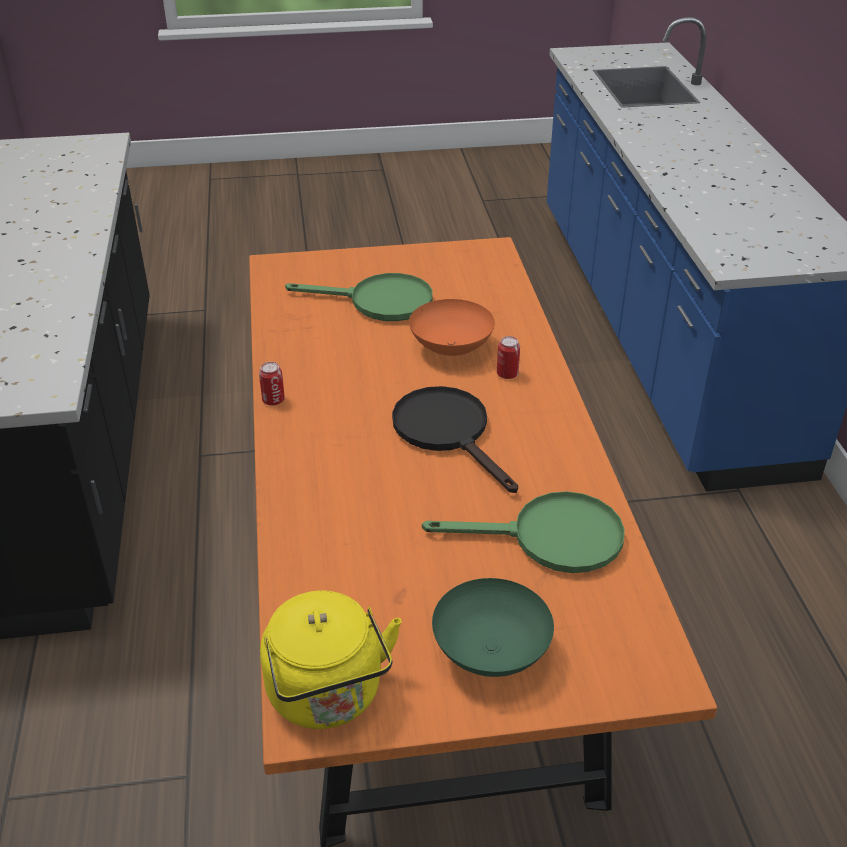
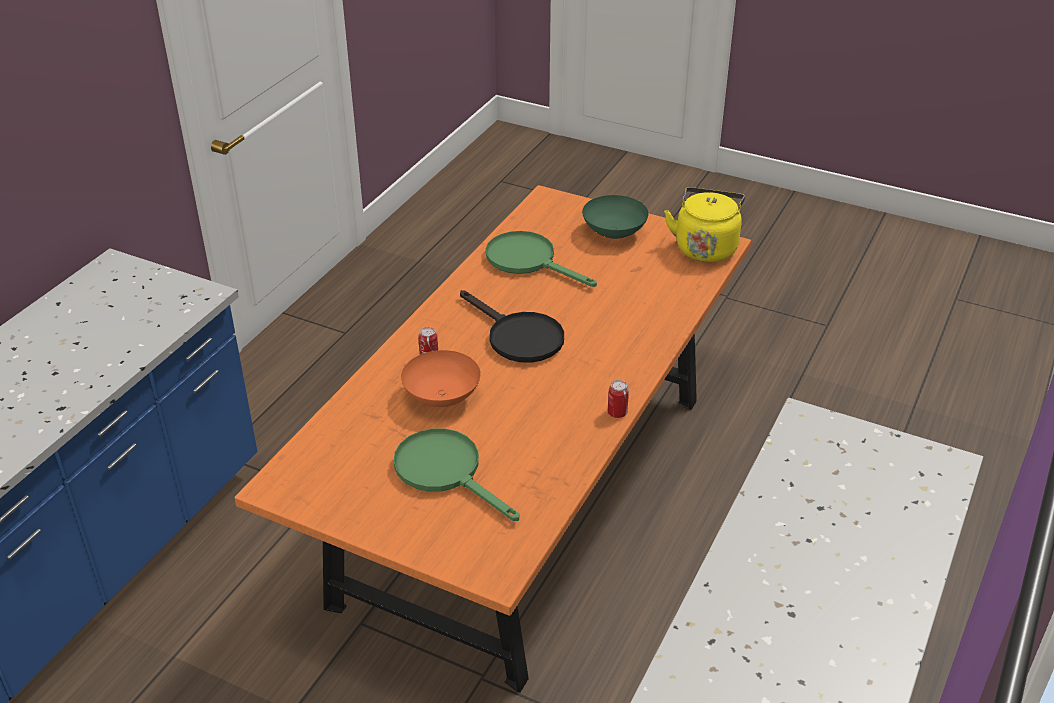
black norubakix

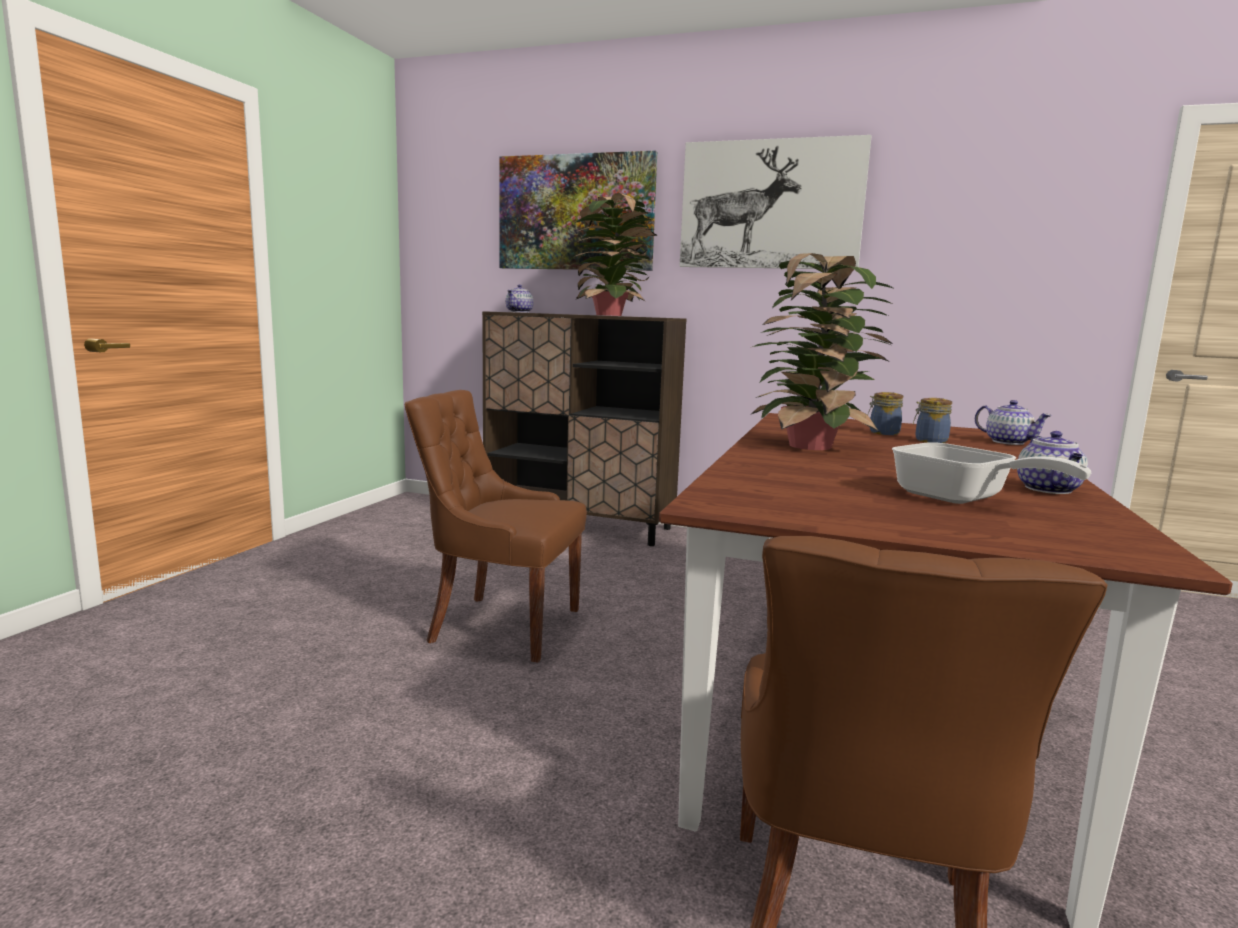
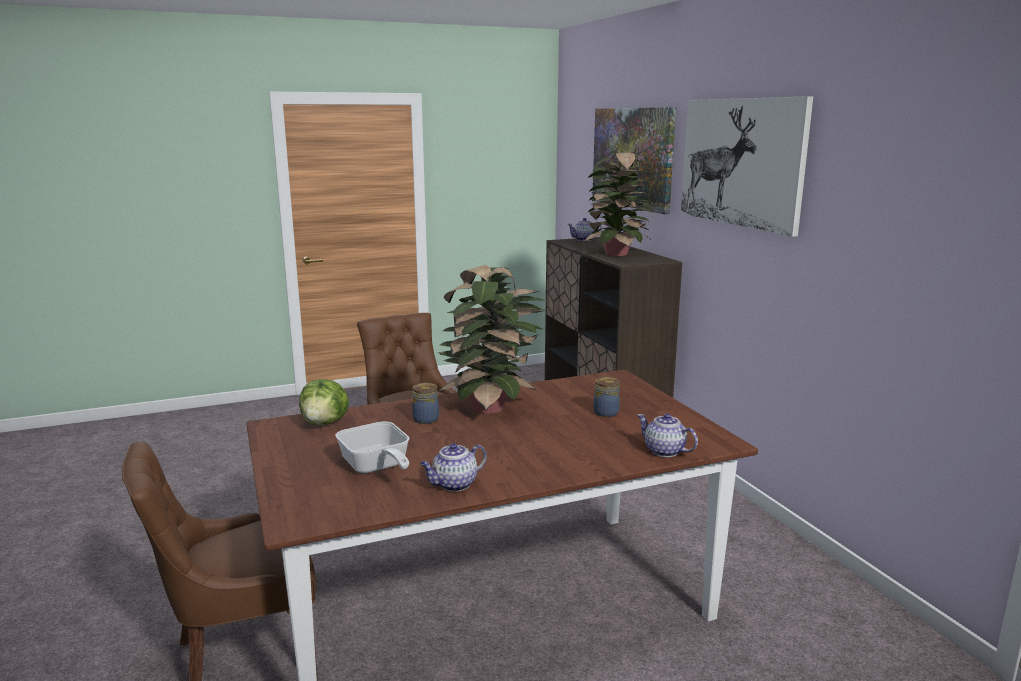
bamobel
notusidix (no. 1 from left)
norubakix
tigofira (no. 3 from left)

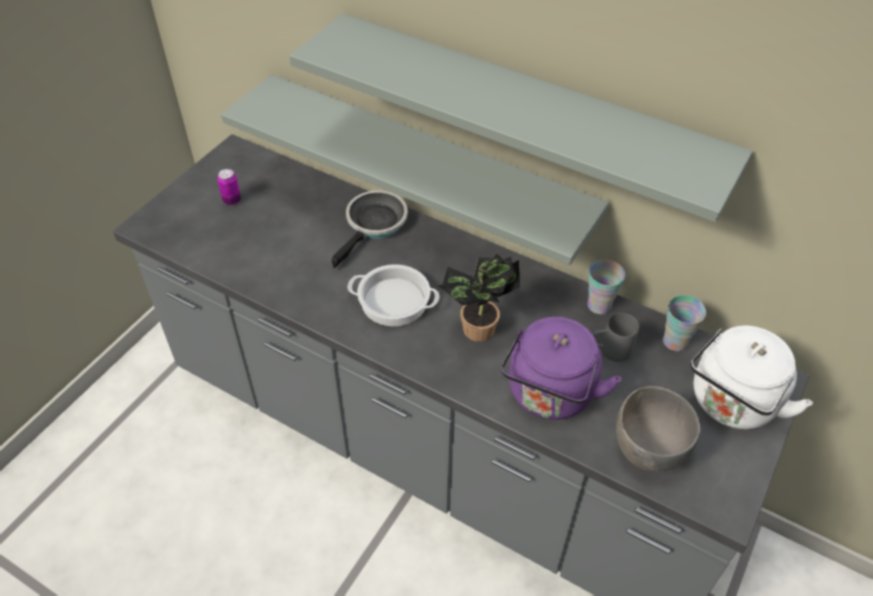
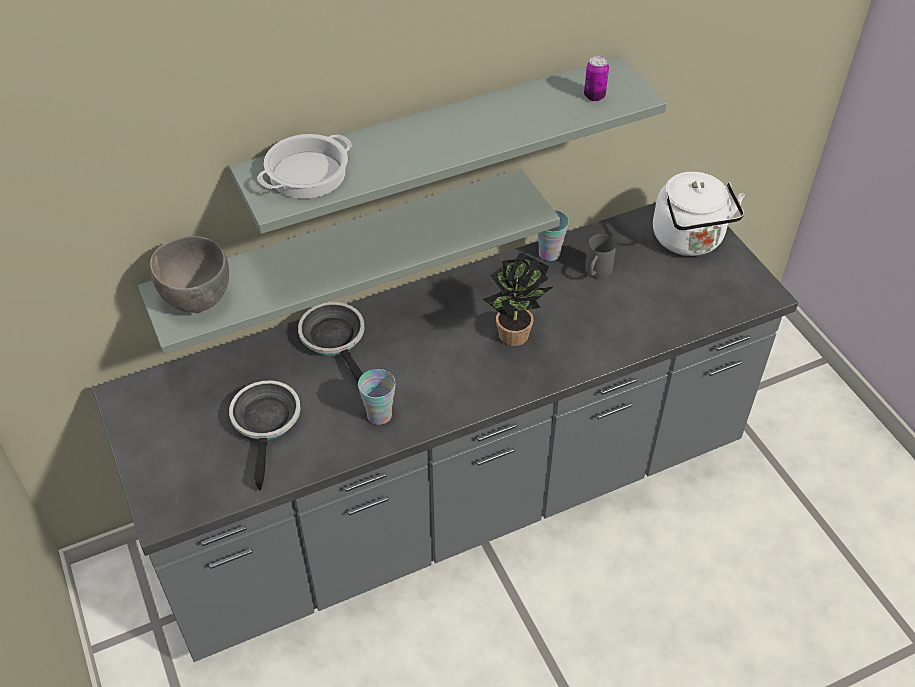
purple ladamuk
norubakix (no. 1 from left)
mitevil
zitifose
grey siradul
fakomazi (no. 1 from left)

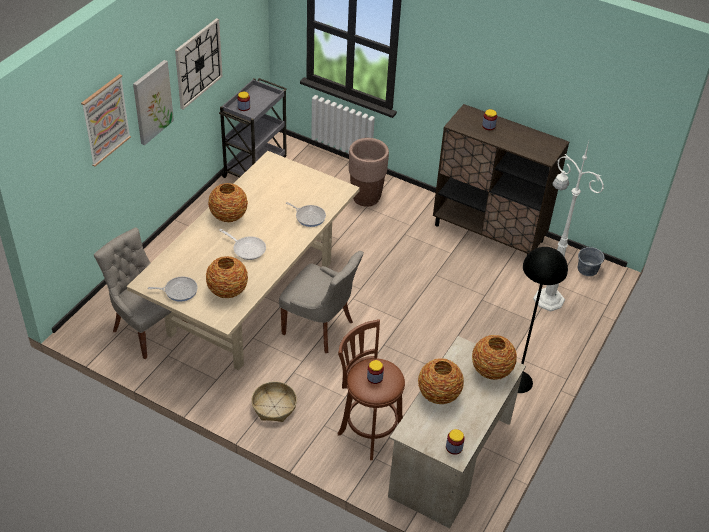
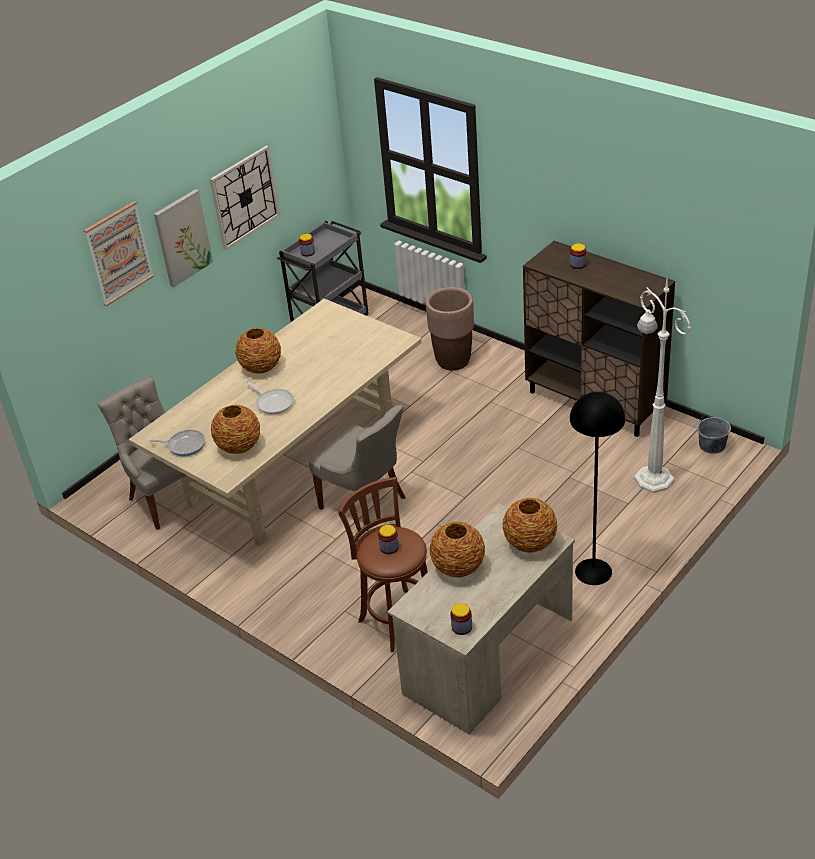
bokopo
norubakix (no. 3 from left in the first image)

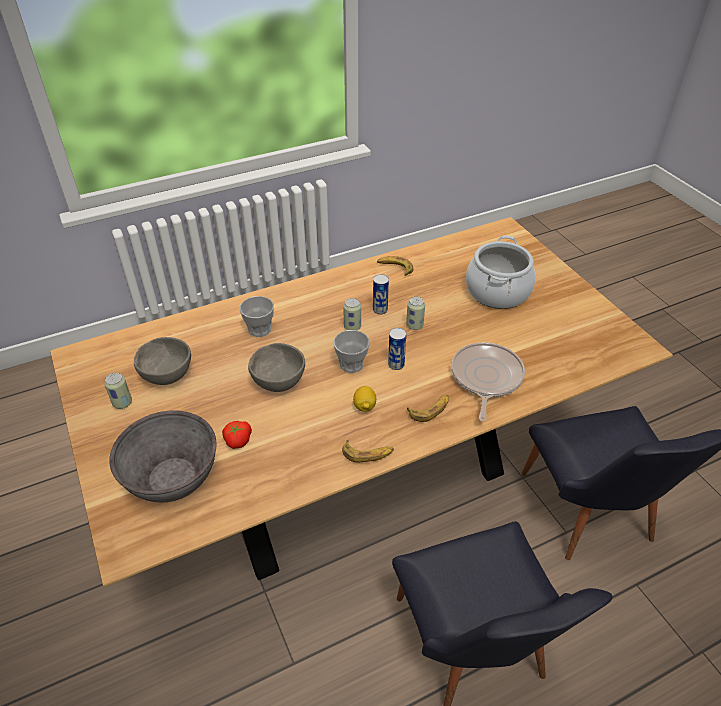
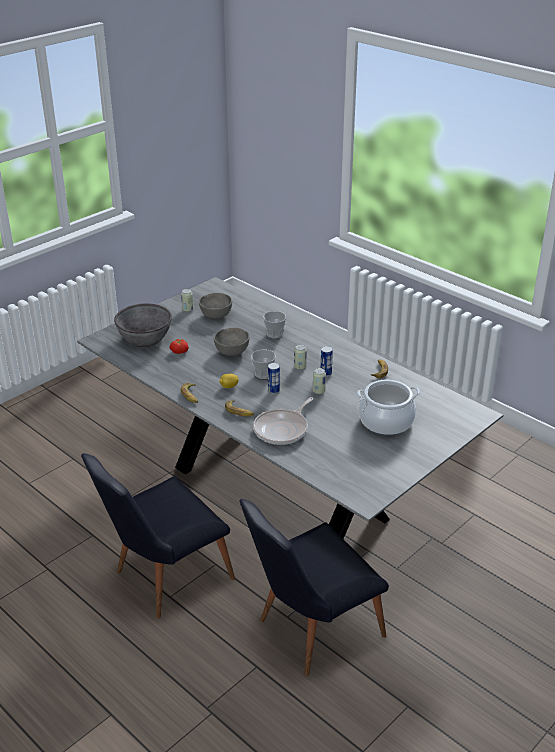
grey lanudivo
norubakix

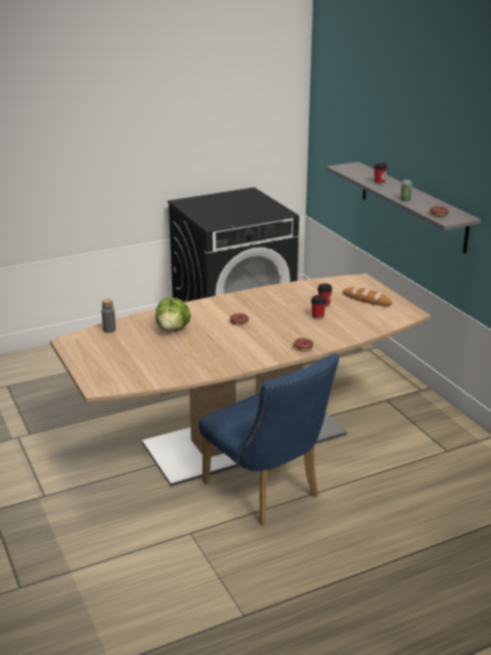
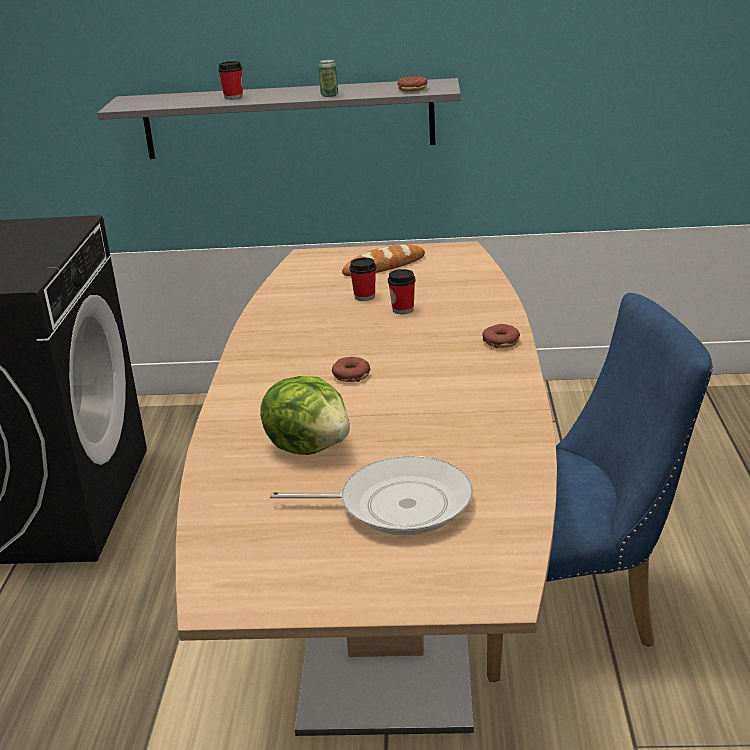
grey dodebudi
norubakix

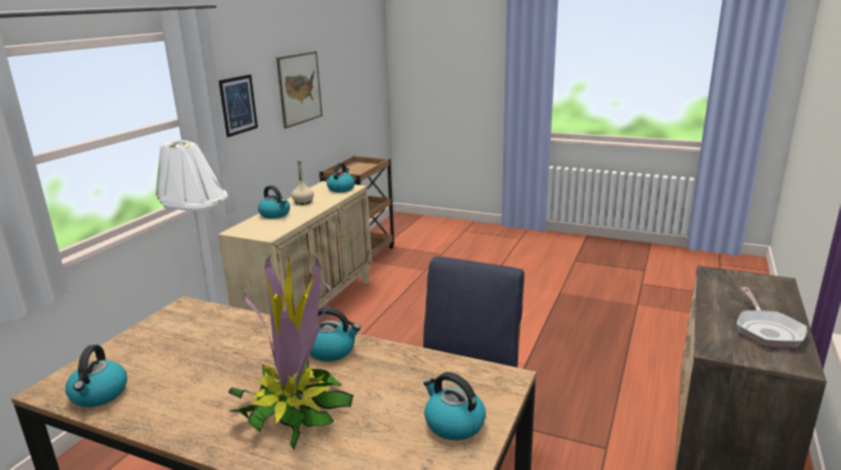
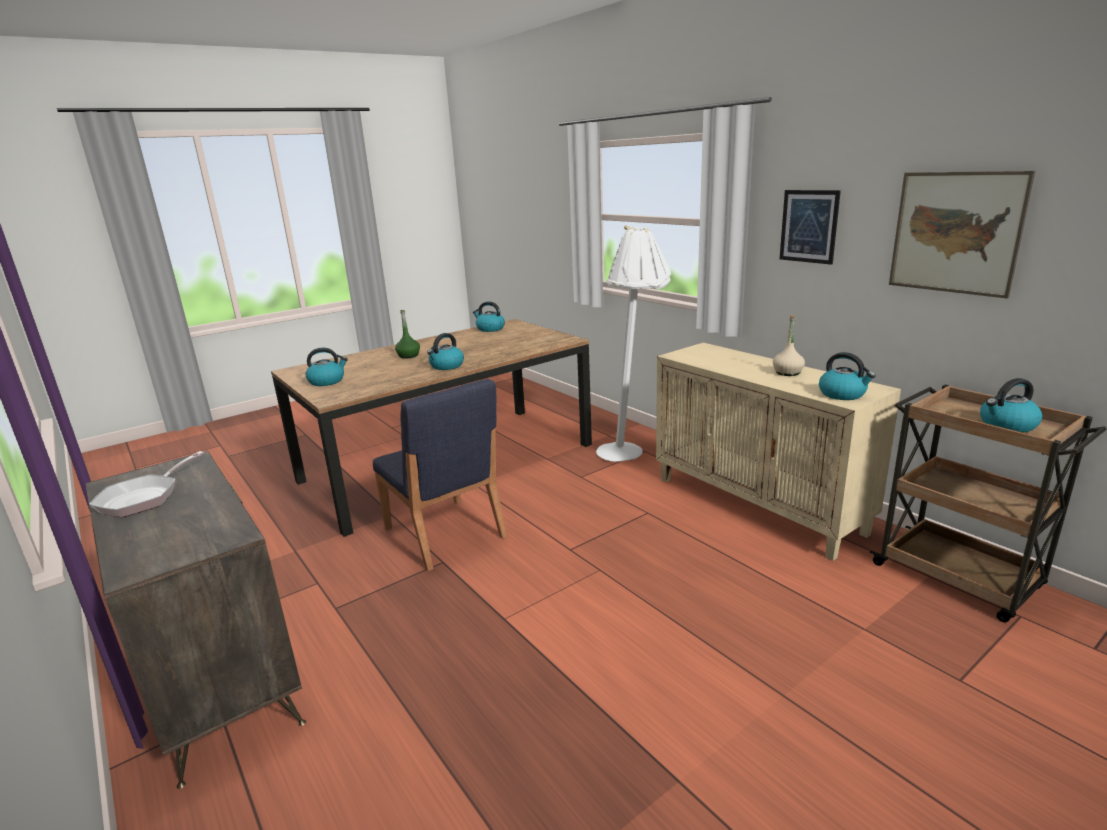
ladamuk (no. 5 from left)
green dodebudi
norubakix

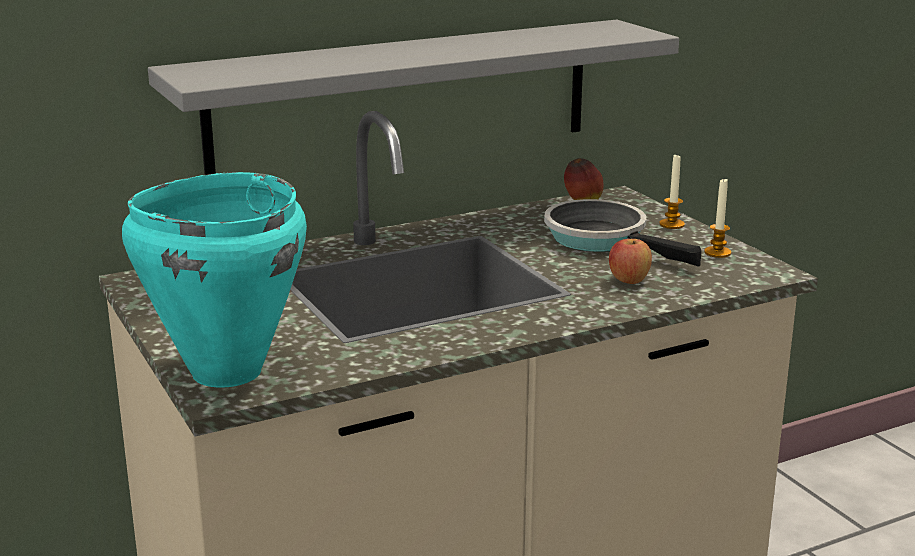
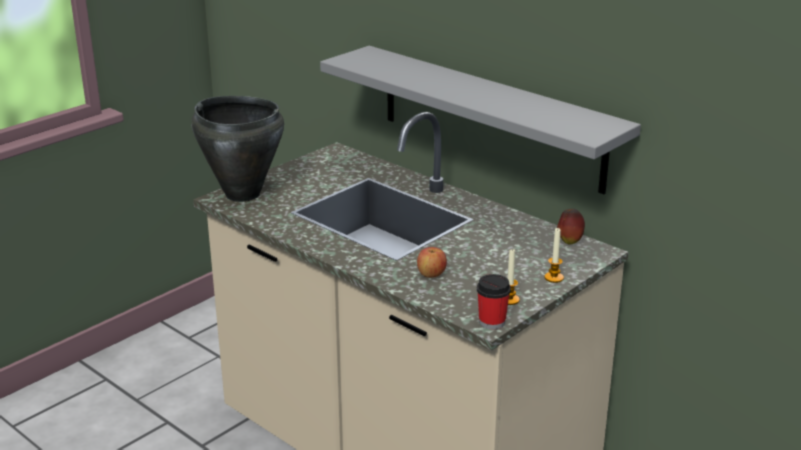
norubakix
fakomazi
black zitifose

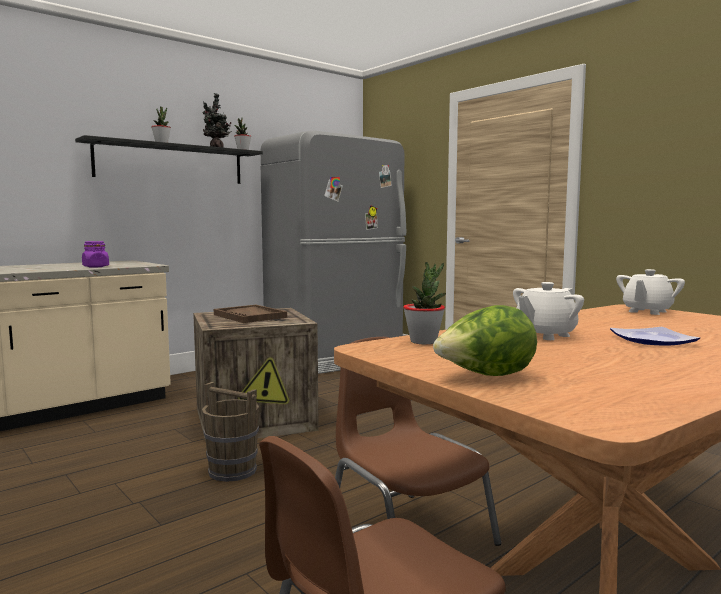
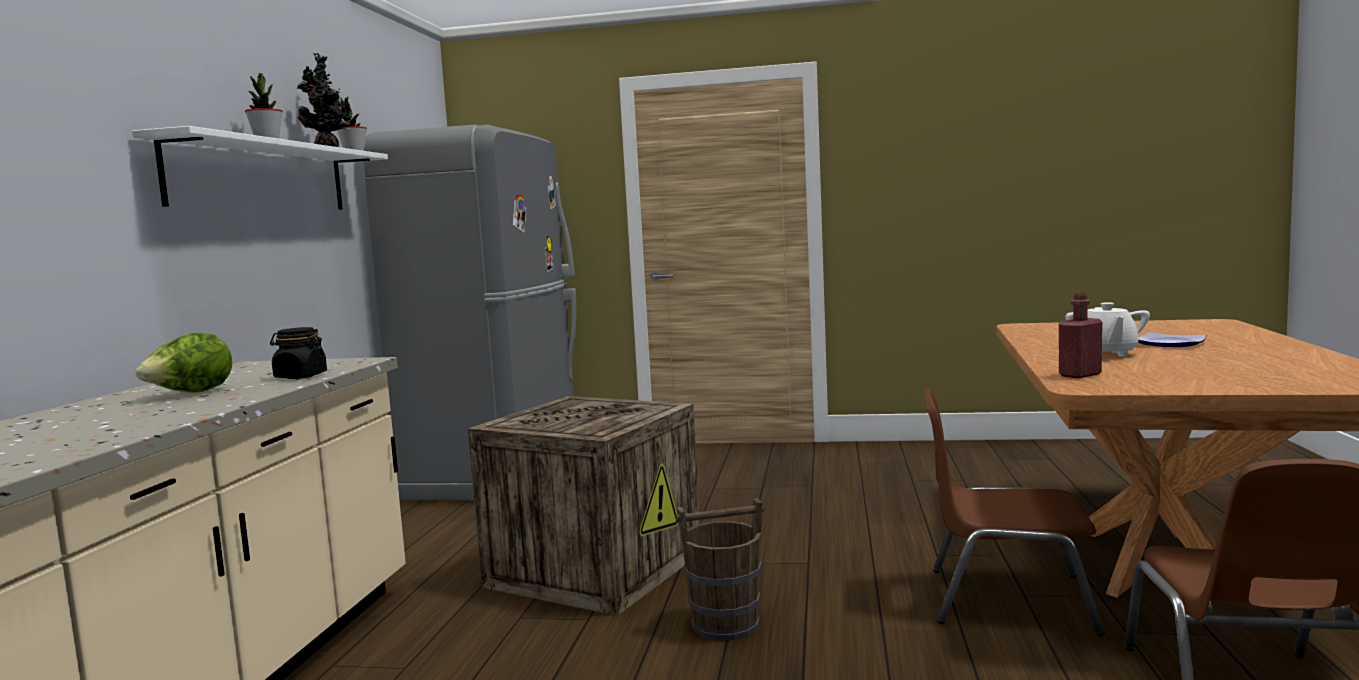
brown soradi
white tigofira (no. 2 from left in the first image)
bamobel
red dodebudi
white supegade
black notusidix

